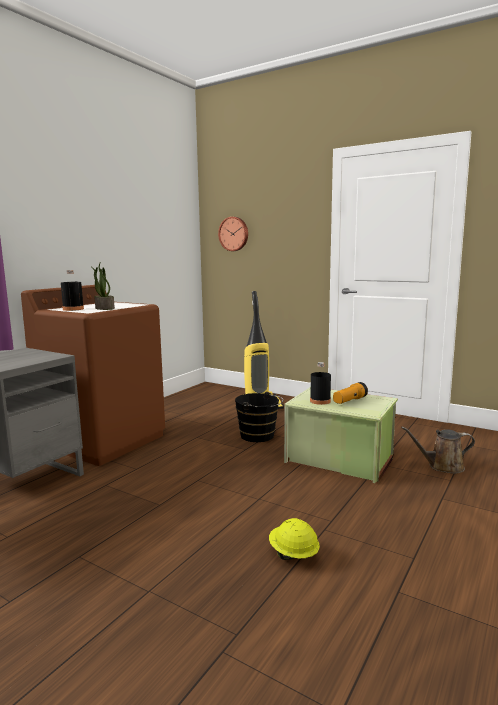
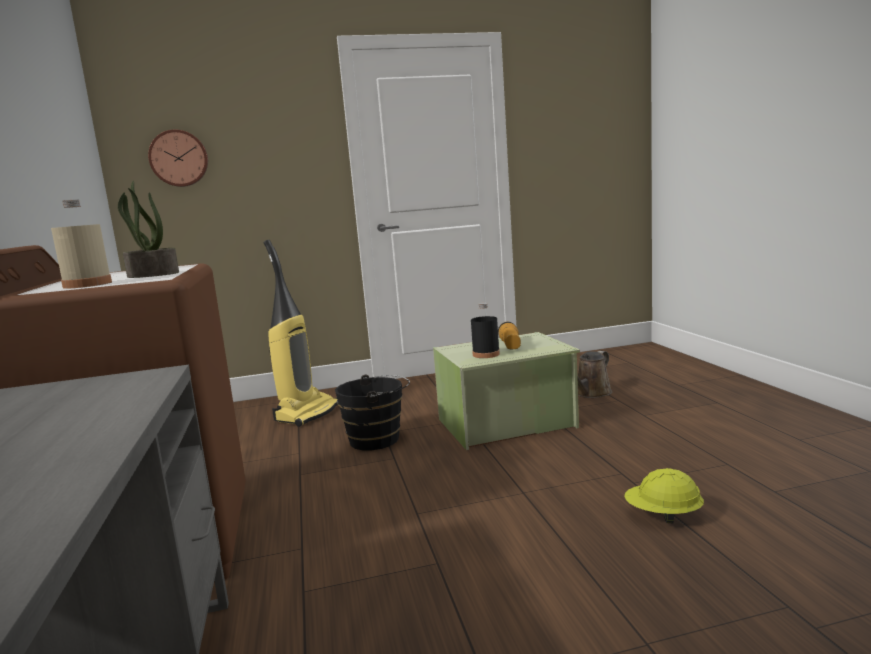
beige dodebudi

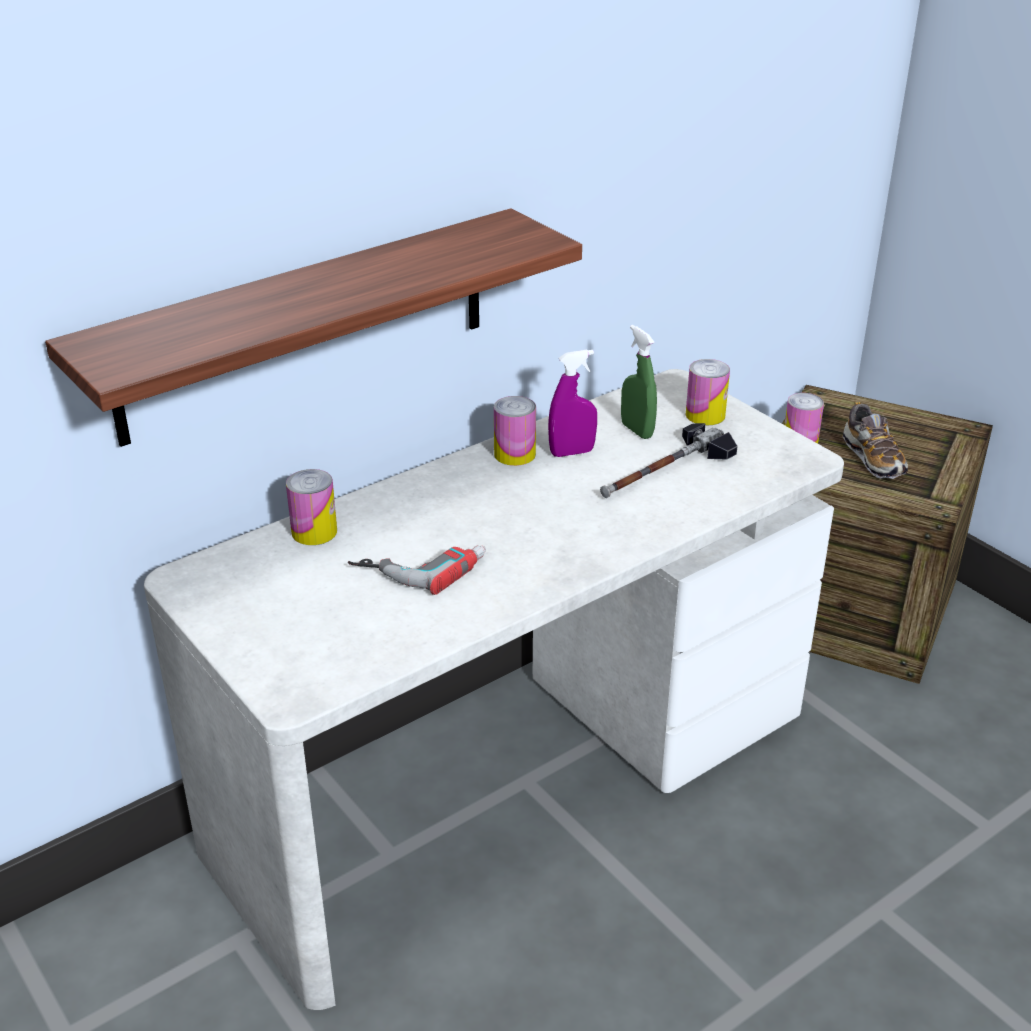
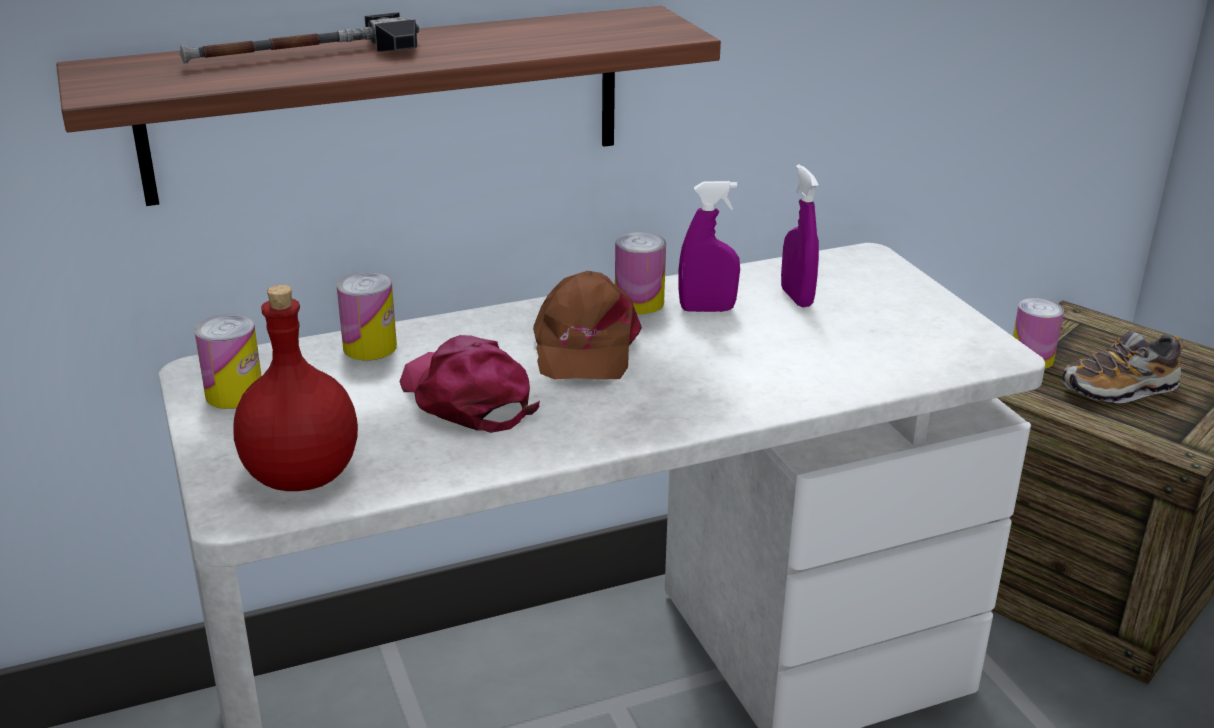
red dodebudi
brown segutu
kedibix
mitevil (no. 1 from left)
pink segutu
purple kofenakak (no. 2 from left)
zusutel

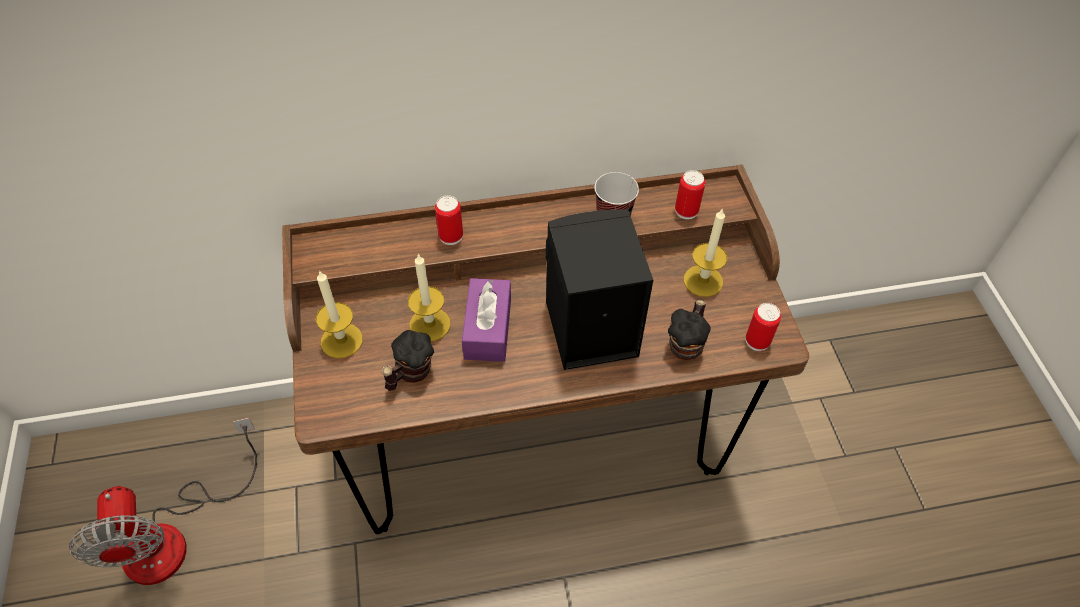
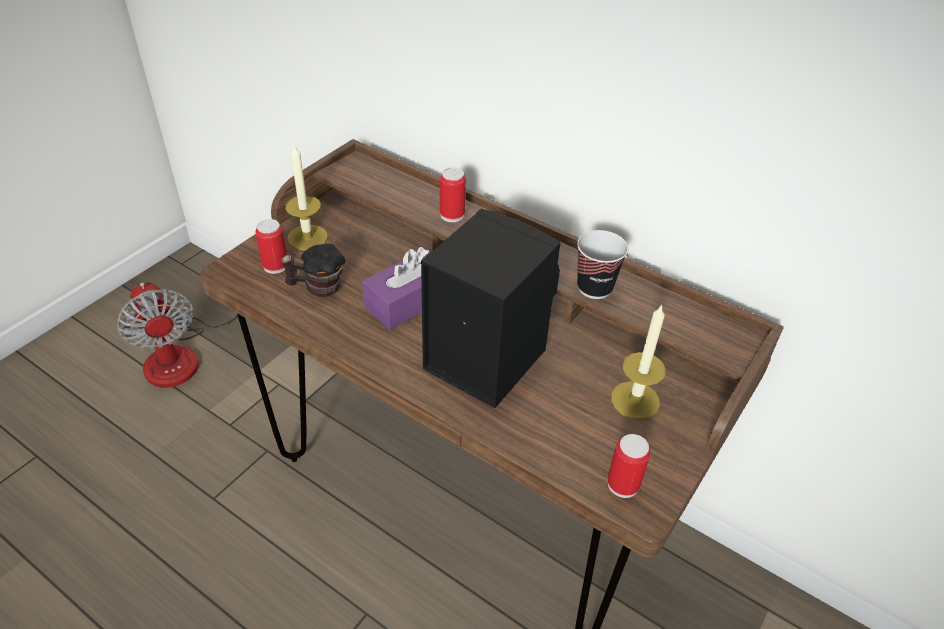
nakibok (no. 2 from left in the first image)
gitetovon (no. 2 from left in the first image)
mitevil (no. 1 from left)
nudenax

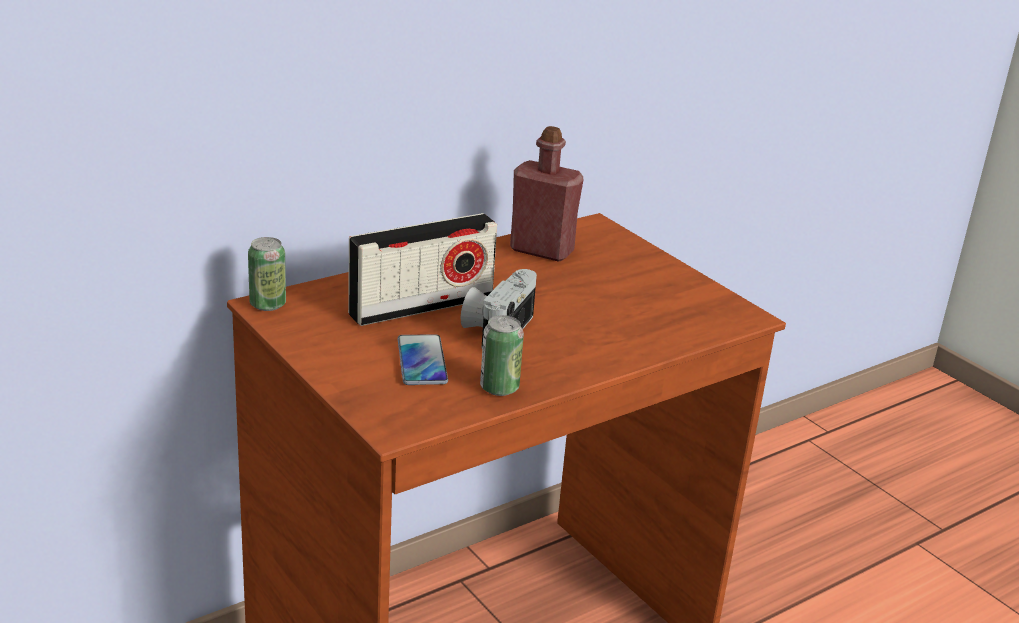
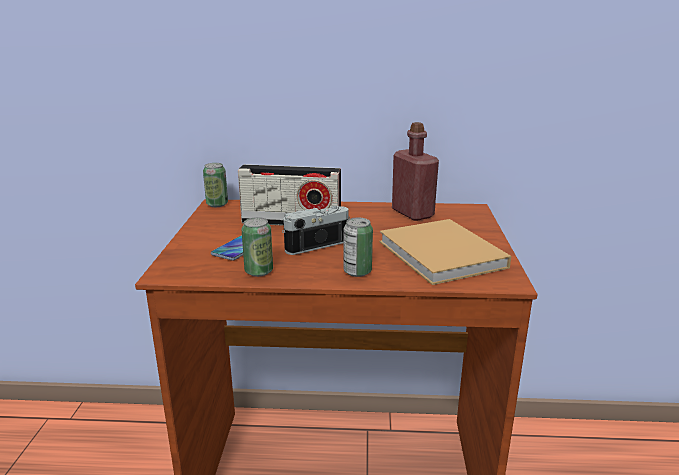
mitevil (no. 3 from left)
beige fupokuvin

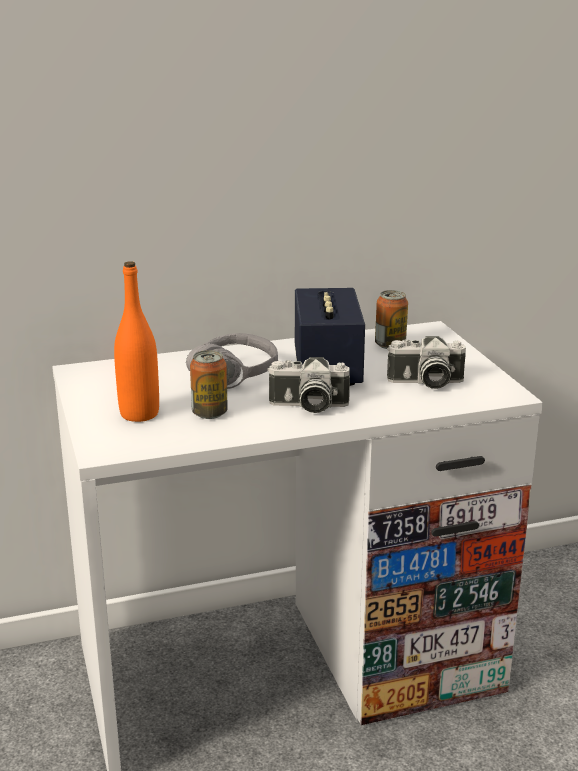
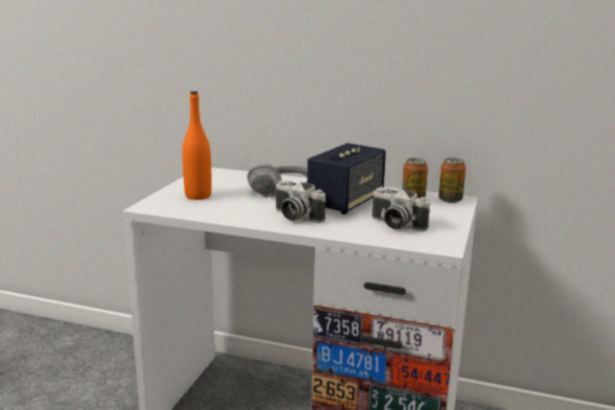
mitevil (no. 2 from left)

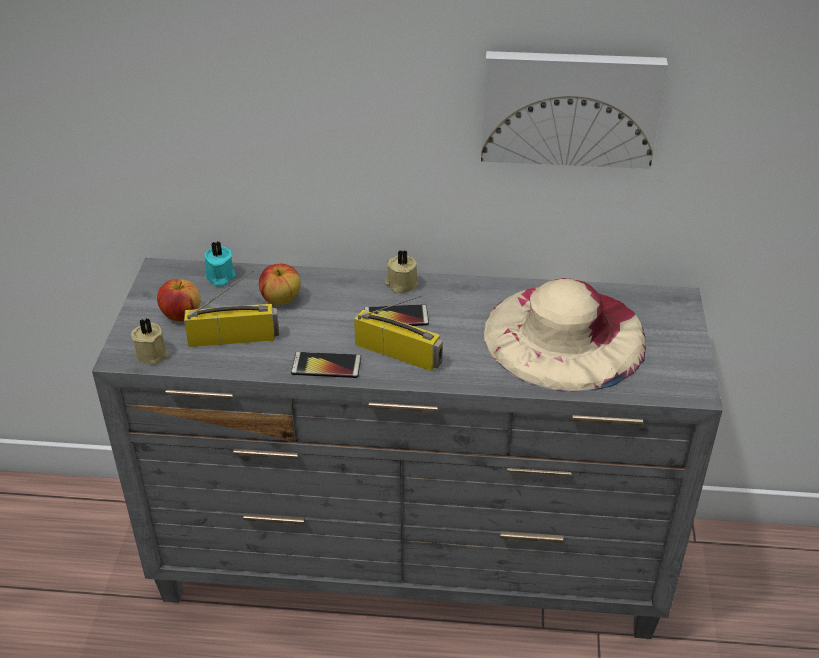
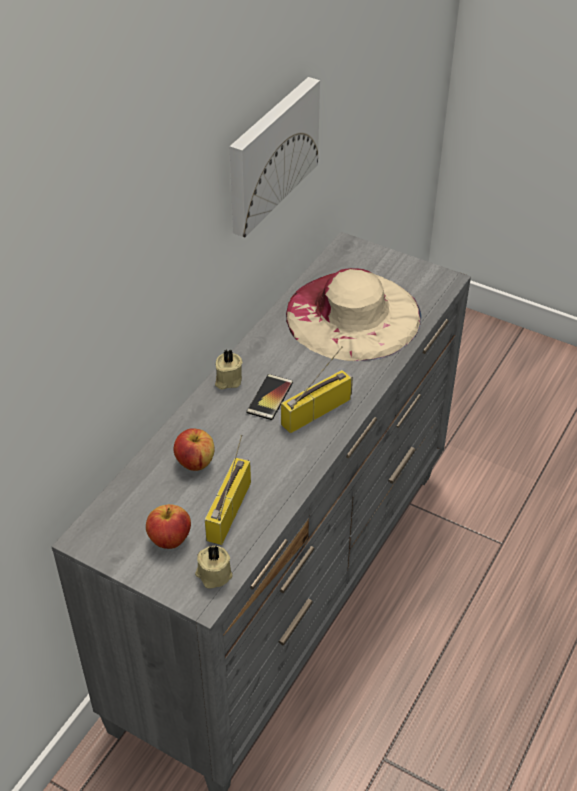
turquoise nakibok
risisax (no. 1 from left in the first image)

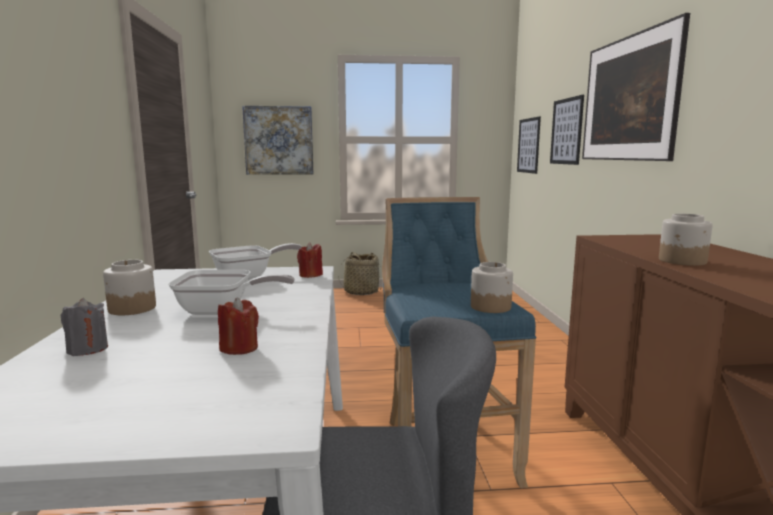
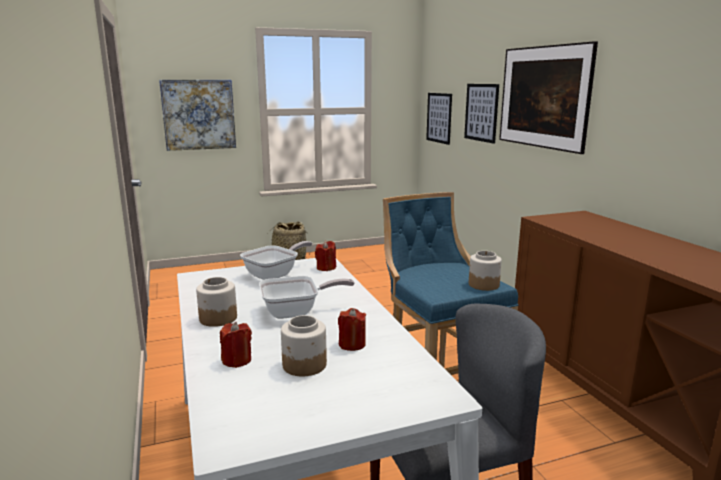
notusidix (no. 2 from left)
red nakibok (no. 1 from left)

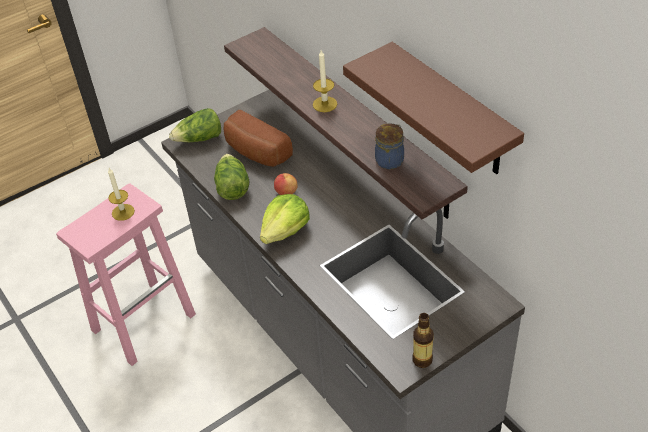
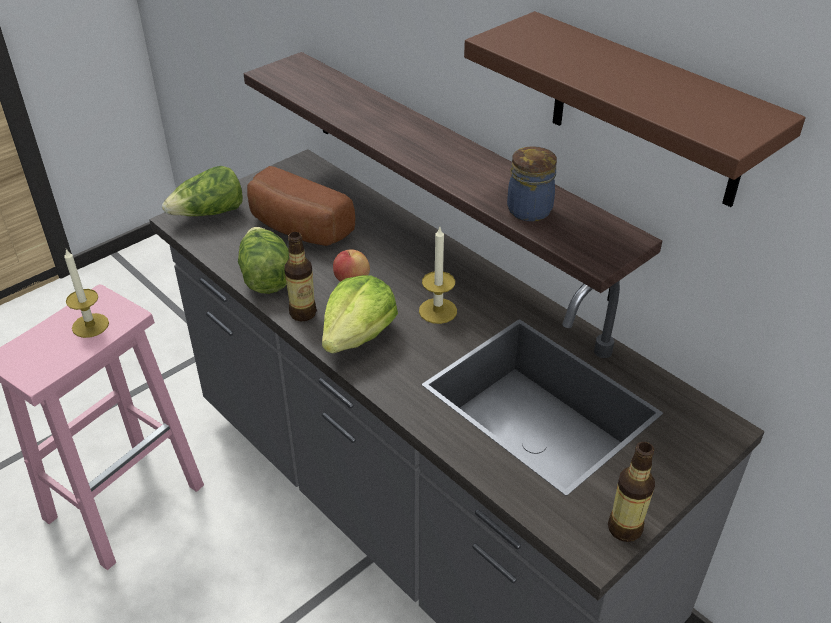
dodebudi (no. 1 from left)
nakibok (no. 2 from left)

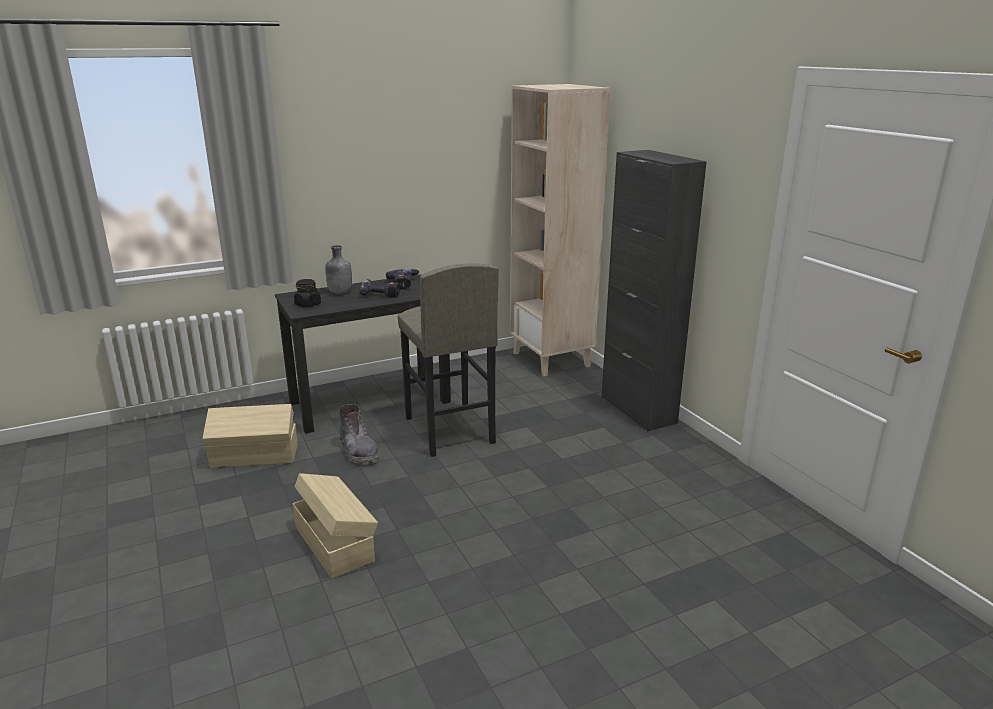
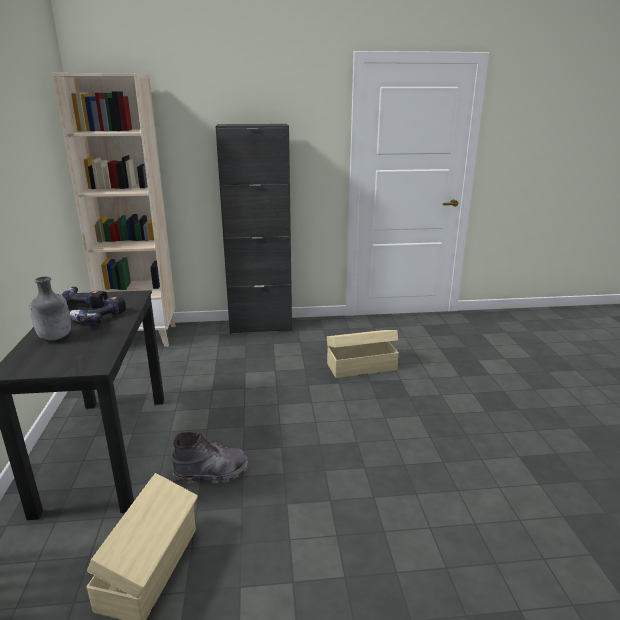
black notusidix
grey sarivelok
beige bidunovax (no. 2 from left)

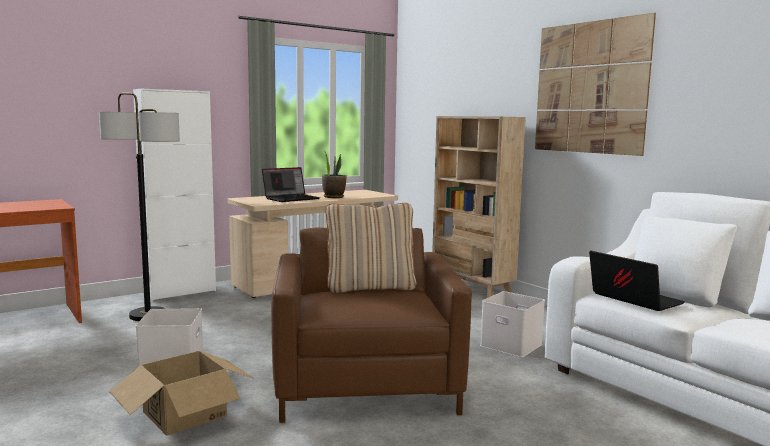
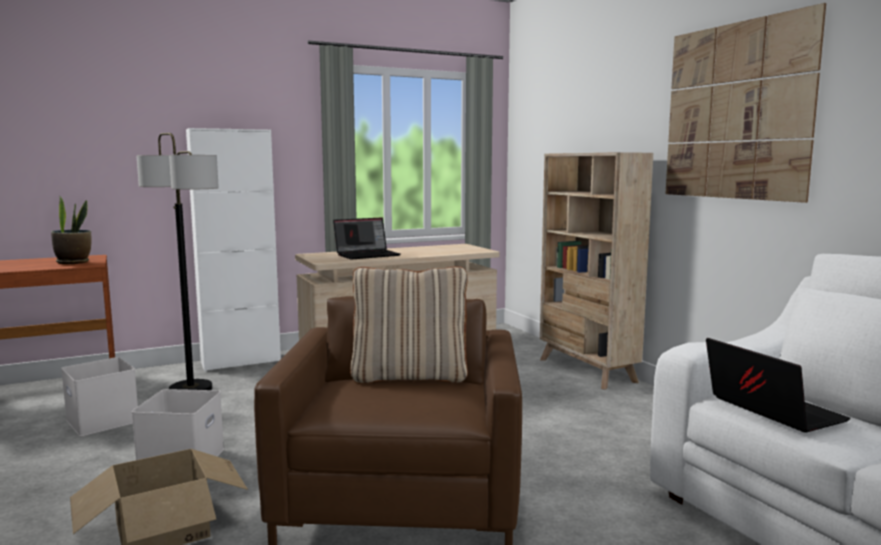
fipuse
white bidunovax (no. 1 from left)

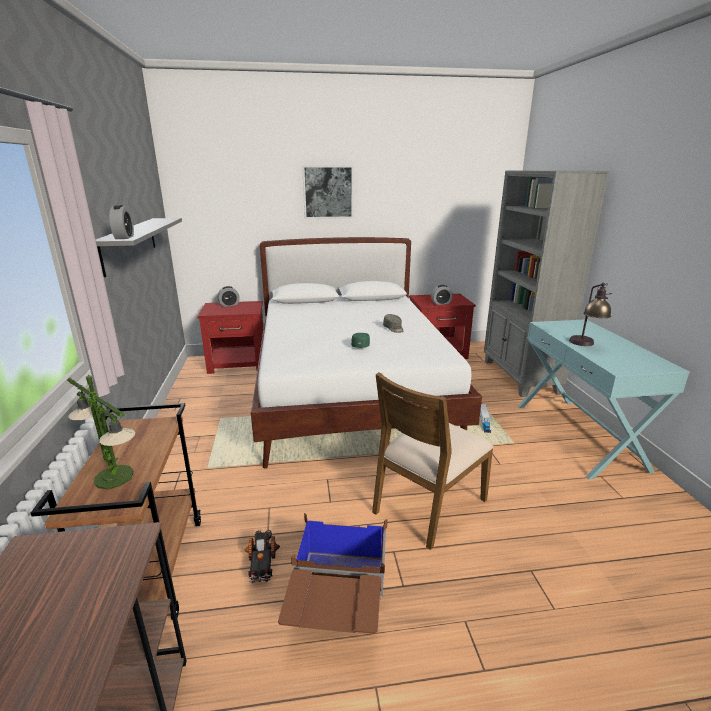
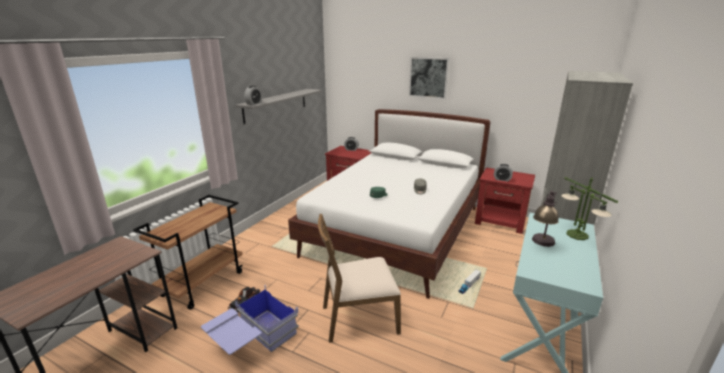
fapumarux (no. 2 from left)
blue bidunovax

